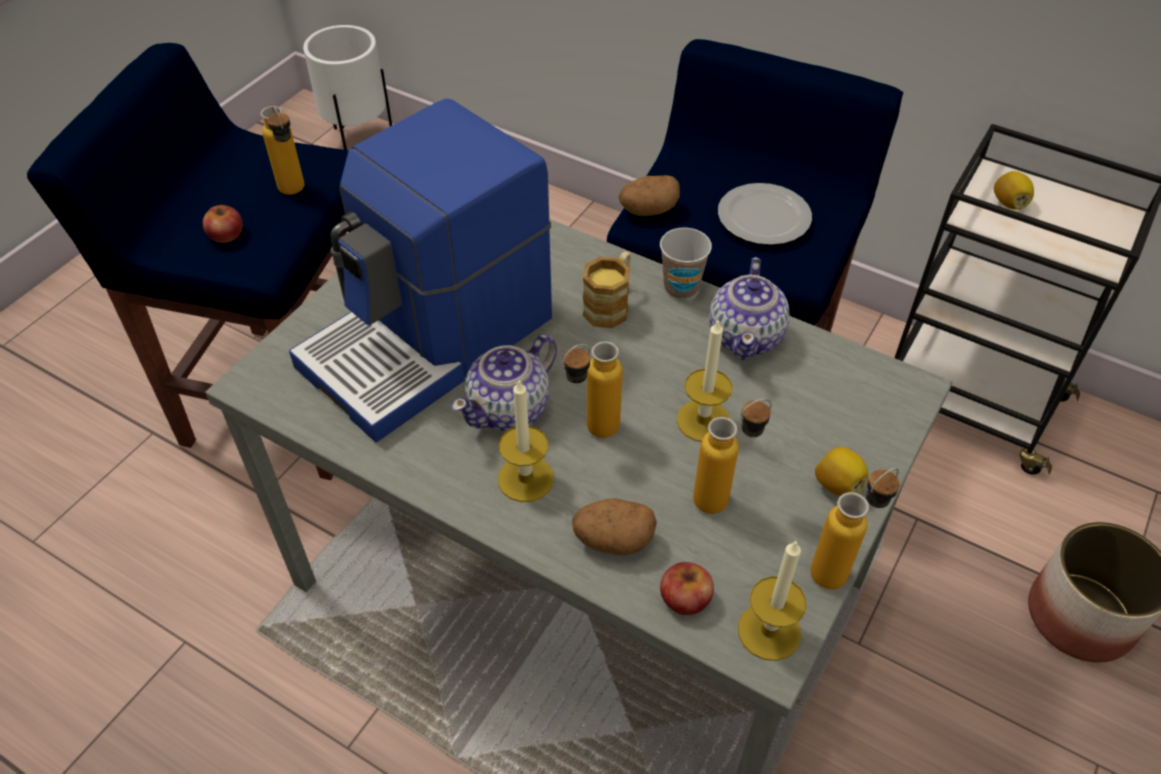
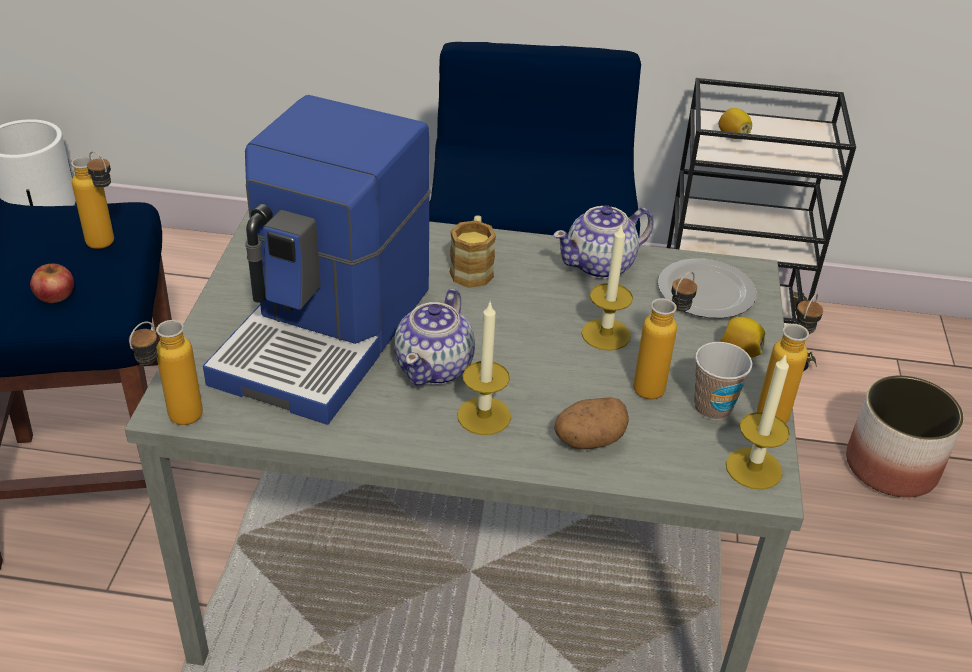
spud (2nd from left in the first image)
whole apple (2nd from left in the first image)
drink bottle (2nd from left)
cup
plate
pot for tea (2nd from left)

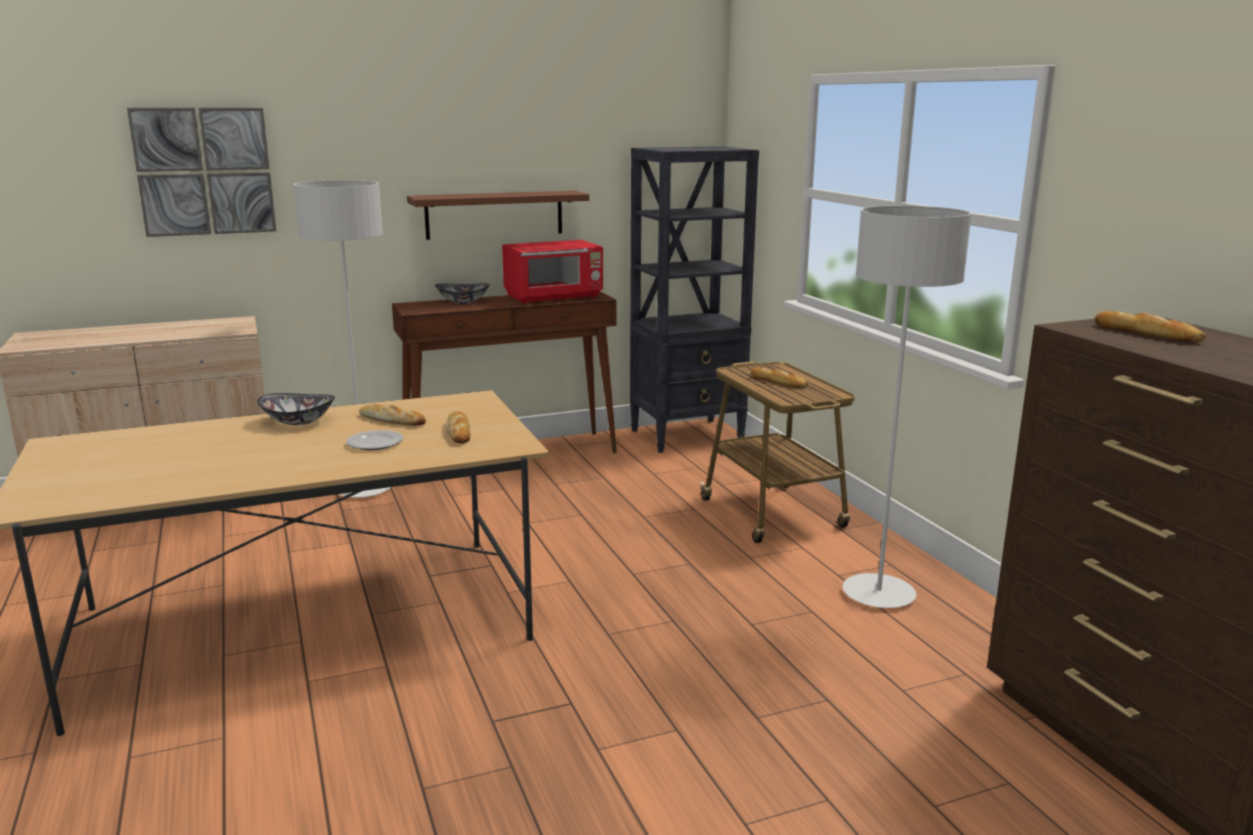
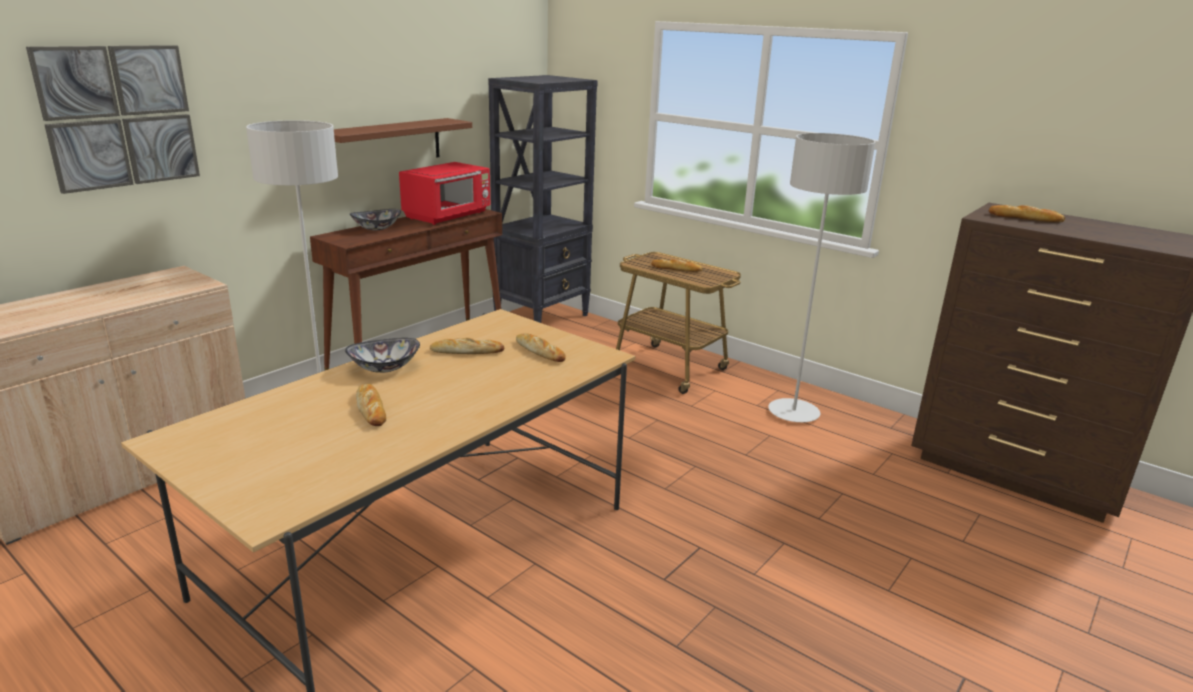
plate
baked bread (1st from left)

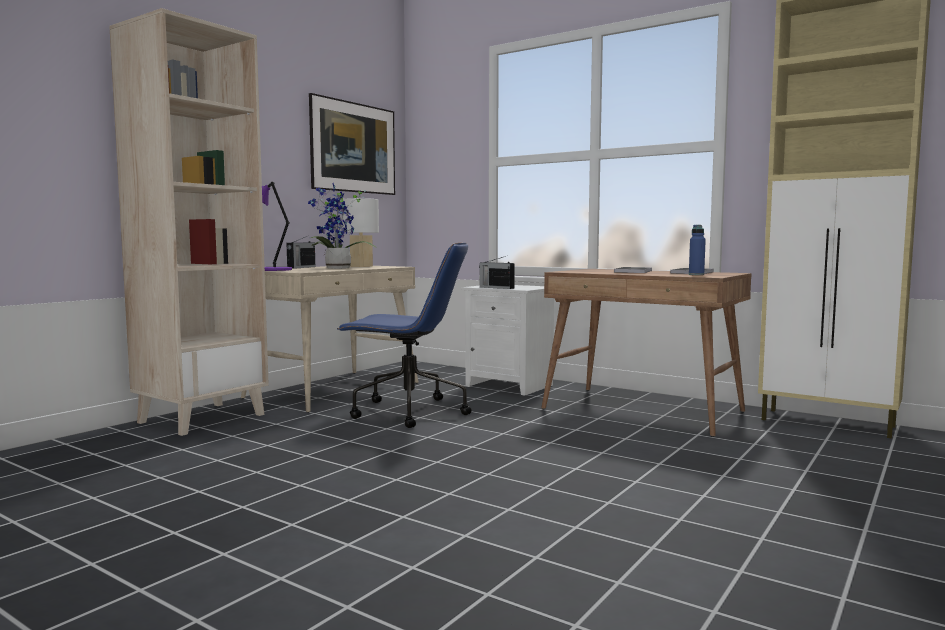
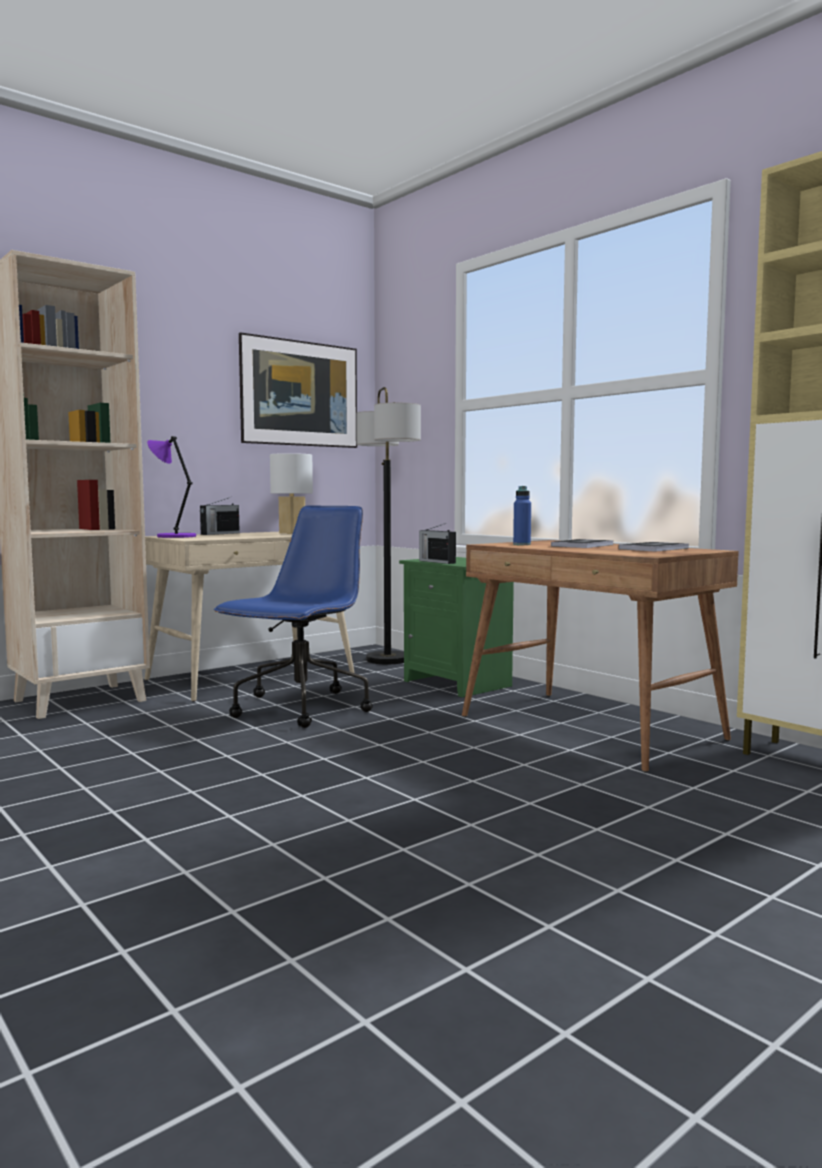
plant in a pot
standing lamp
drink bottle/blue-coloured
nightstand/green
desk chair/blue-coloured

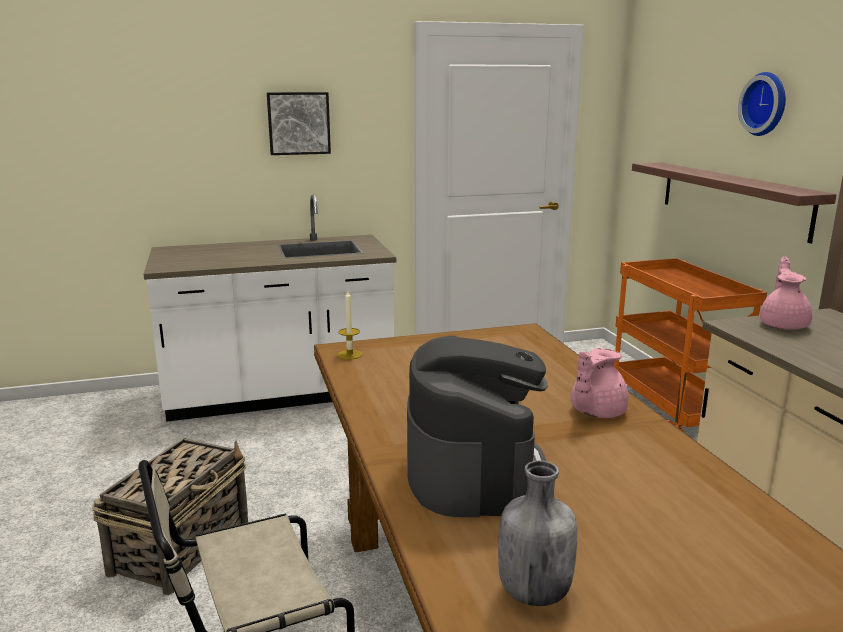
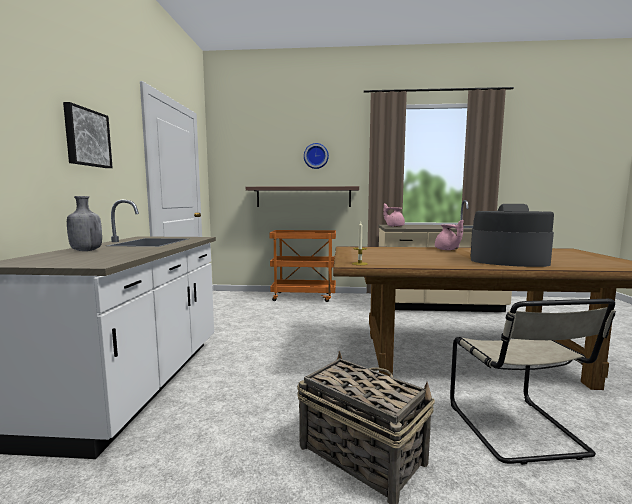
drink bottle/gray

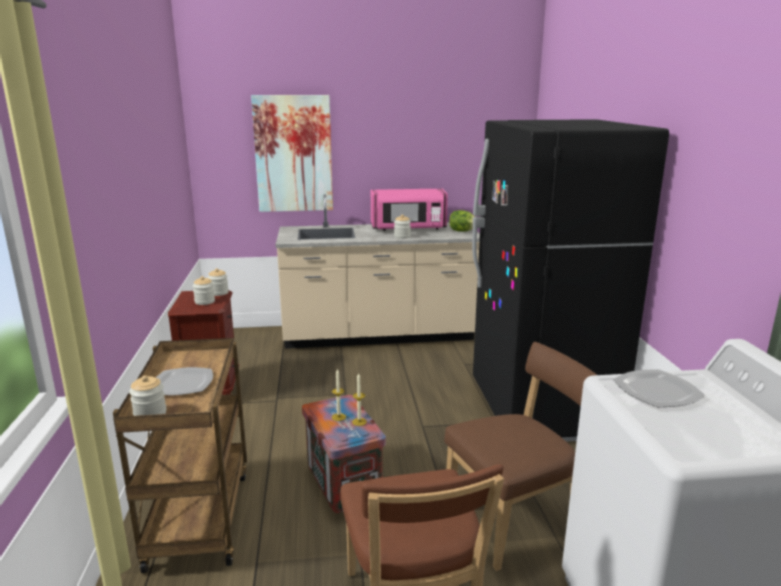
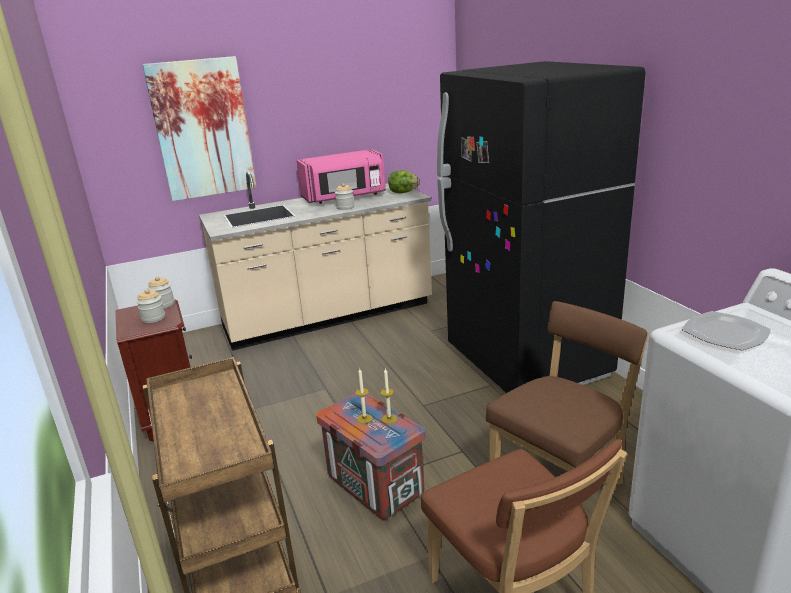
storage jar (1st from left in the first image)
plate (1st from left in the first image)

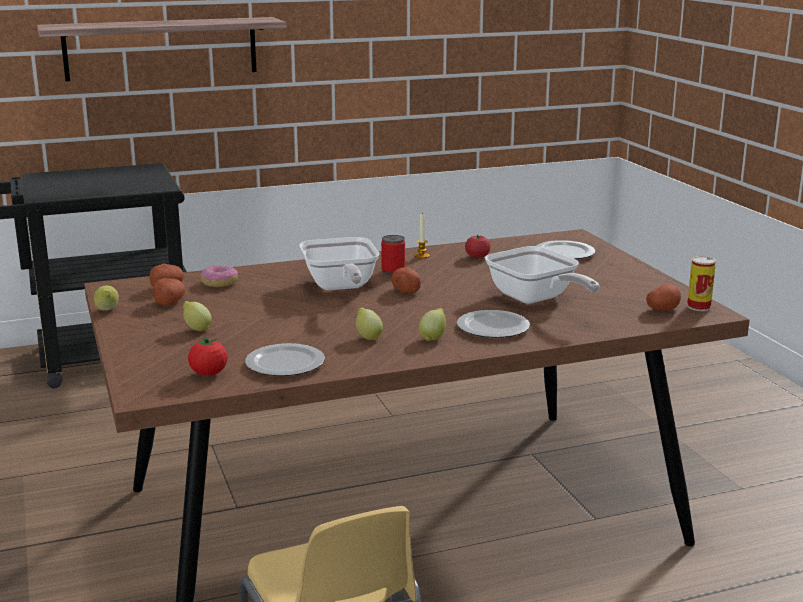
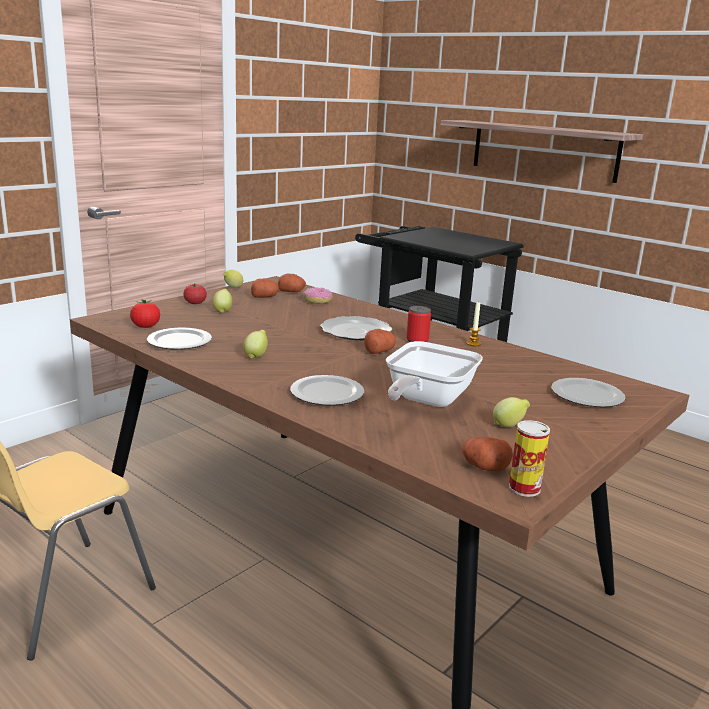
whole lemon (4th from left)
whole tomato (2nd from left)
plate (3rd from left)

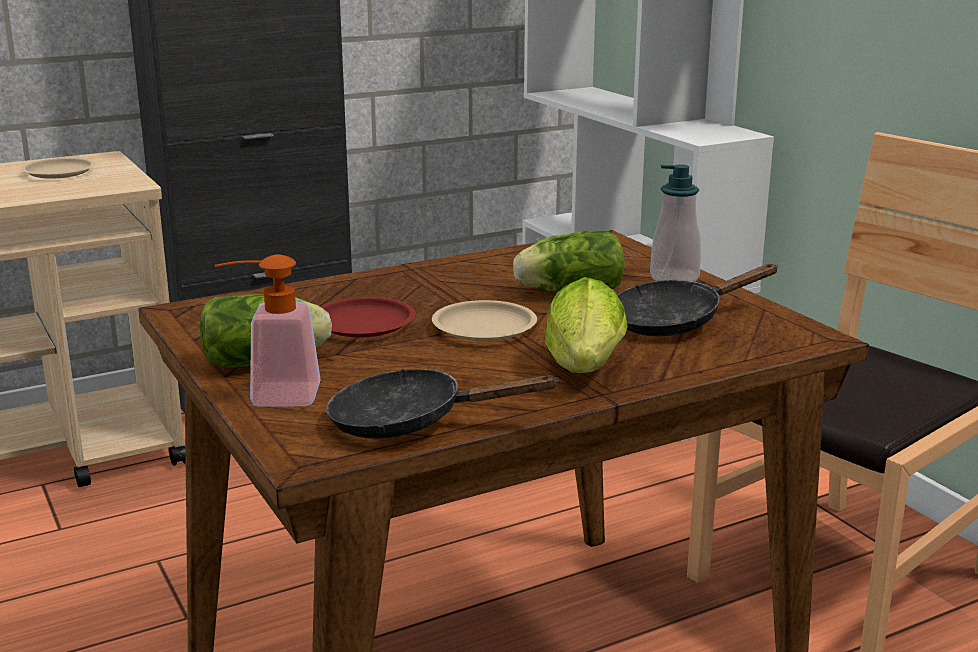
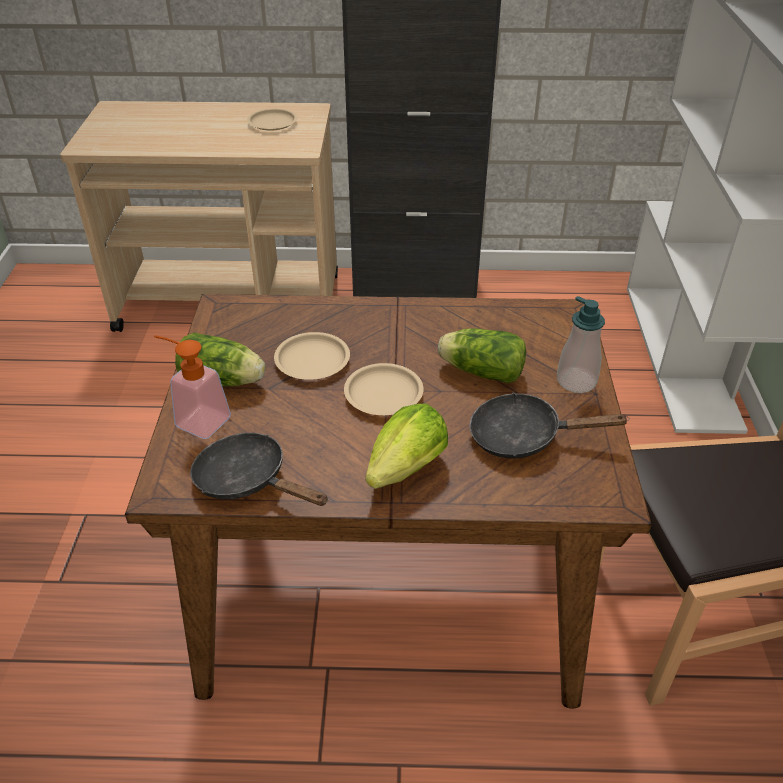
plate/beige-coloured (2nd from left)

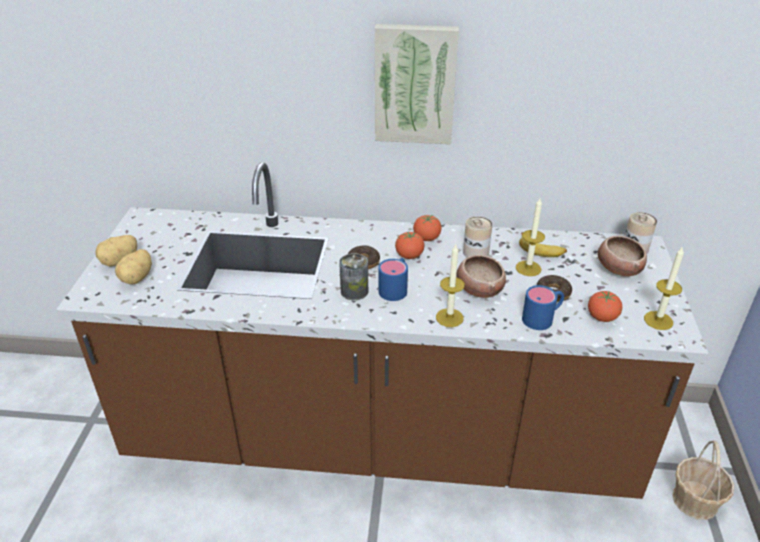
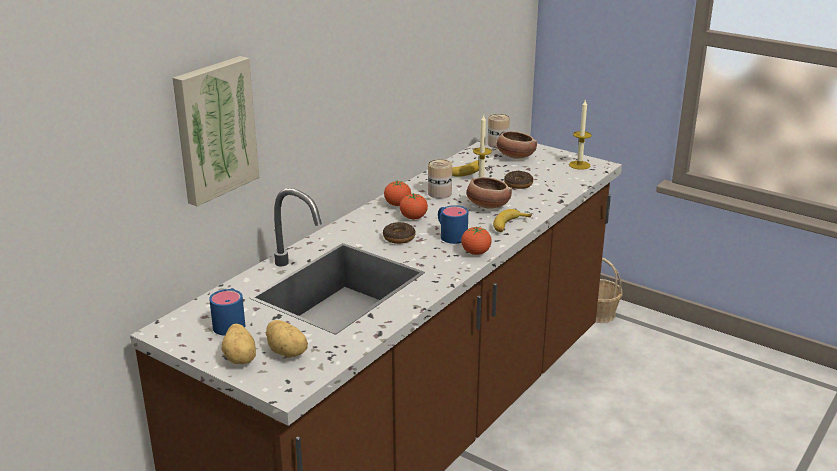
metal can (1st from left in the first image)
wall picture
mug/blue-coloured (1st from left)
whole tomato (3rd from left)
banana (2nd from left)

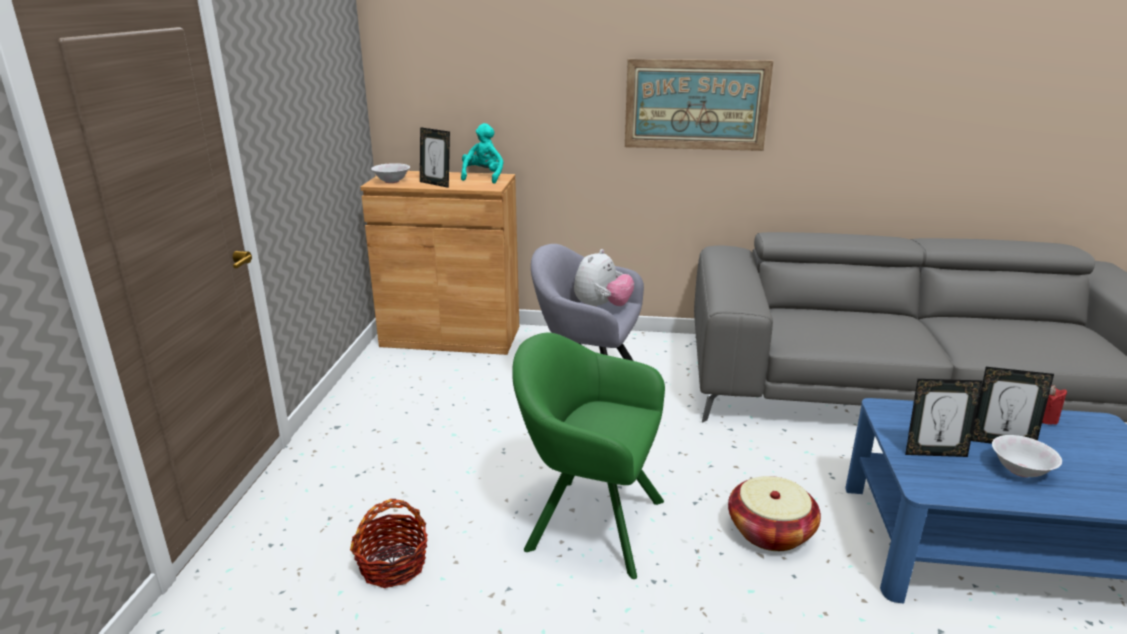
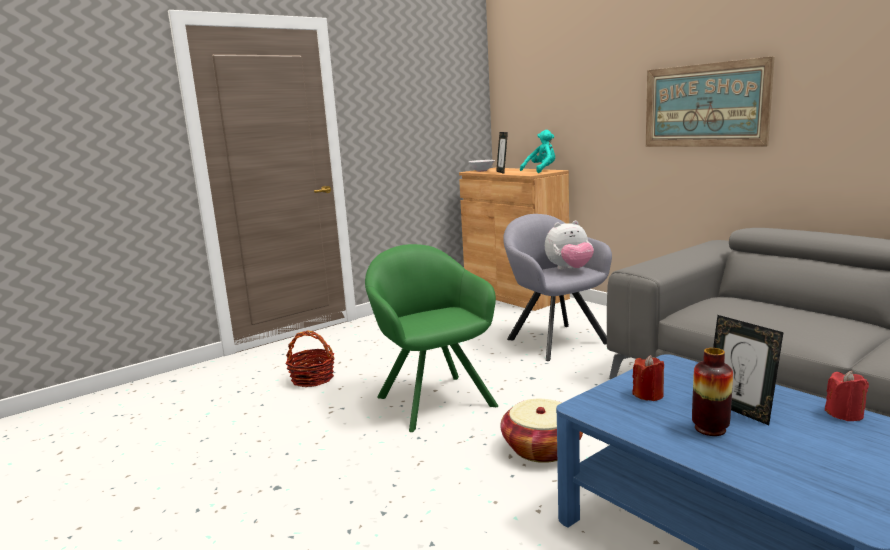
wax light/reddish (1st from left)
vase

